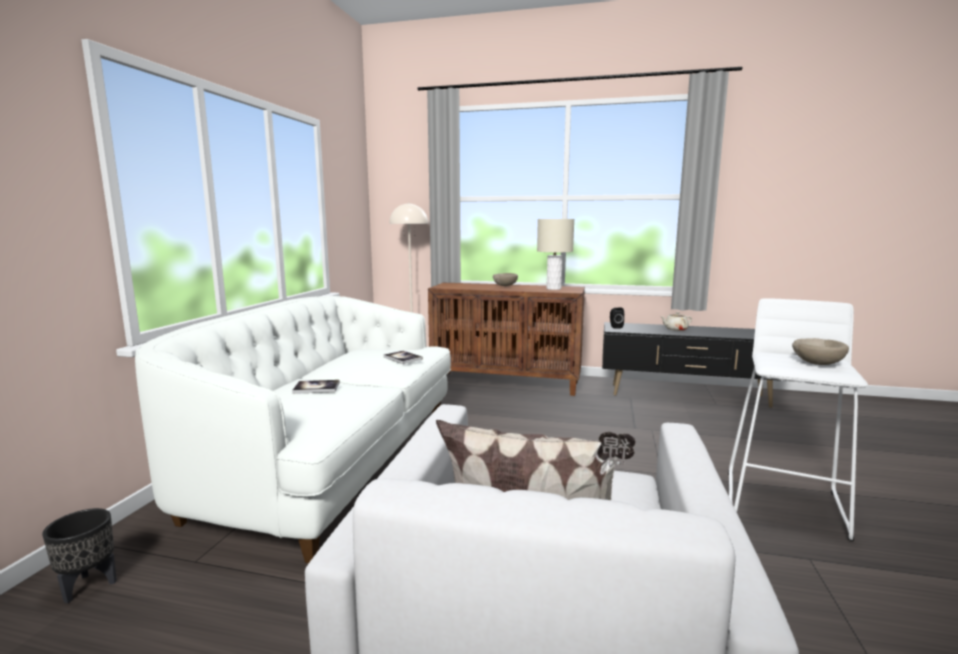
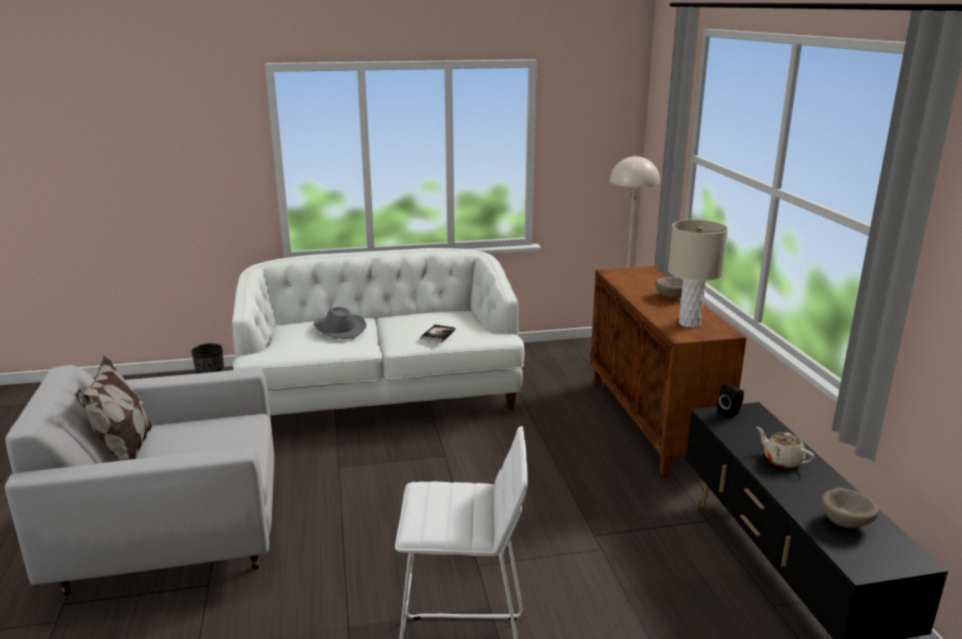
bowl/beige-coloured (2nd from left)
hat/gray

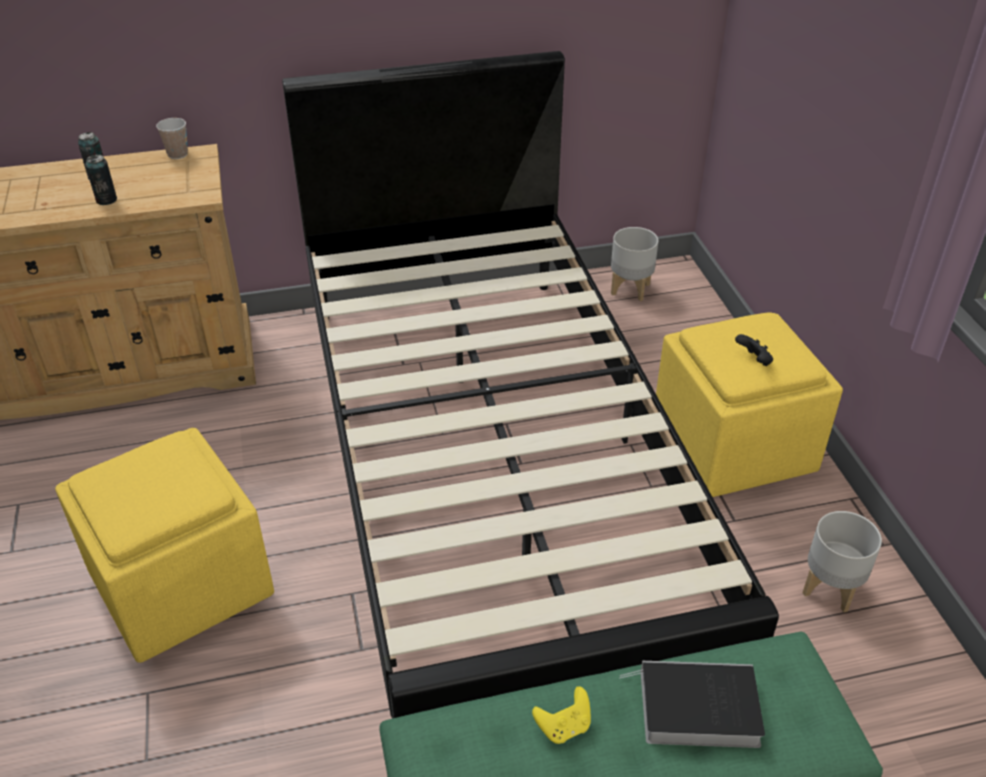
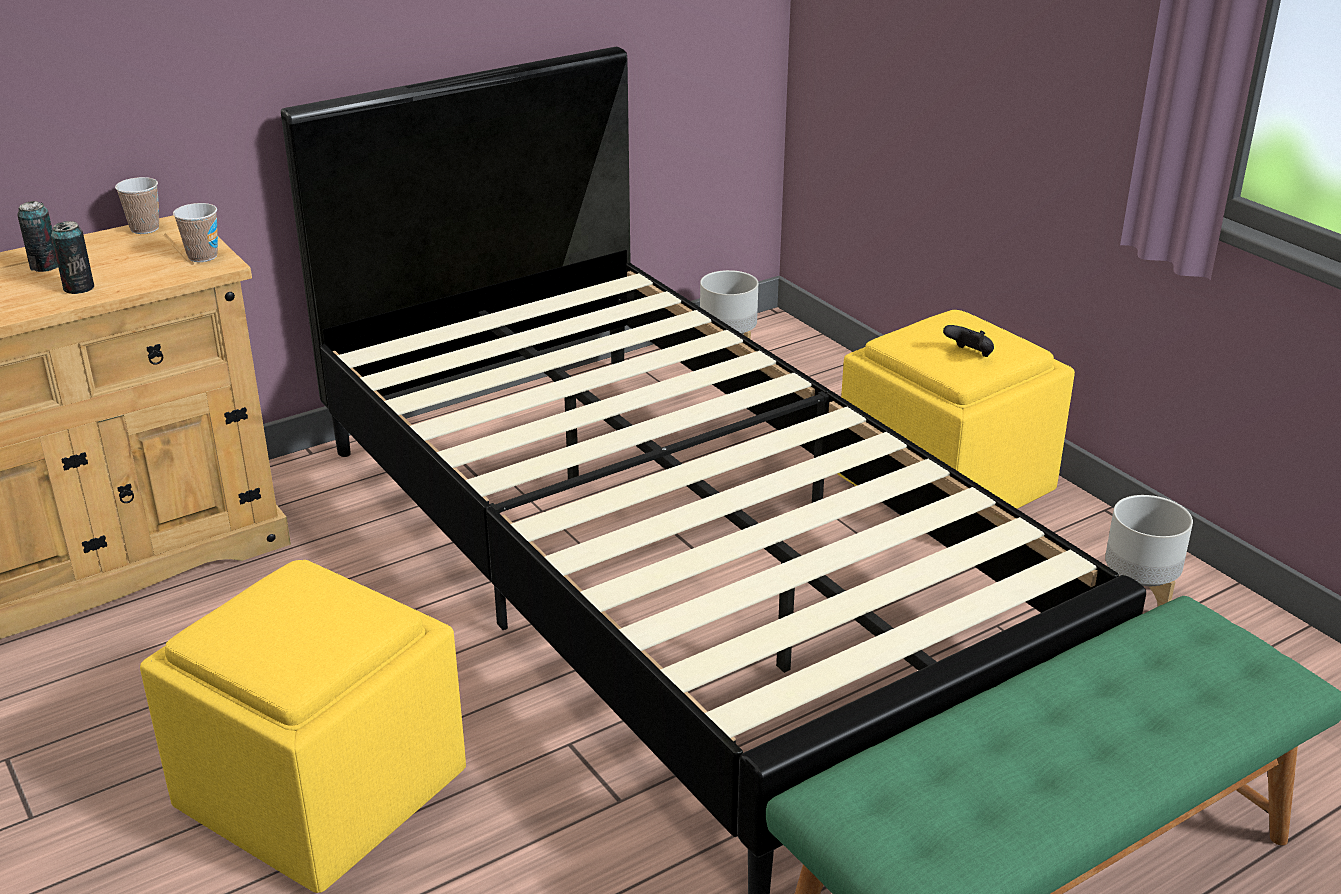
joypad/yellow
volume
cup (2nd from left)

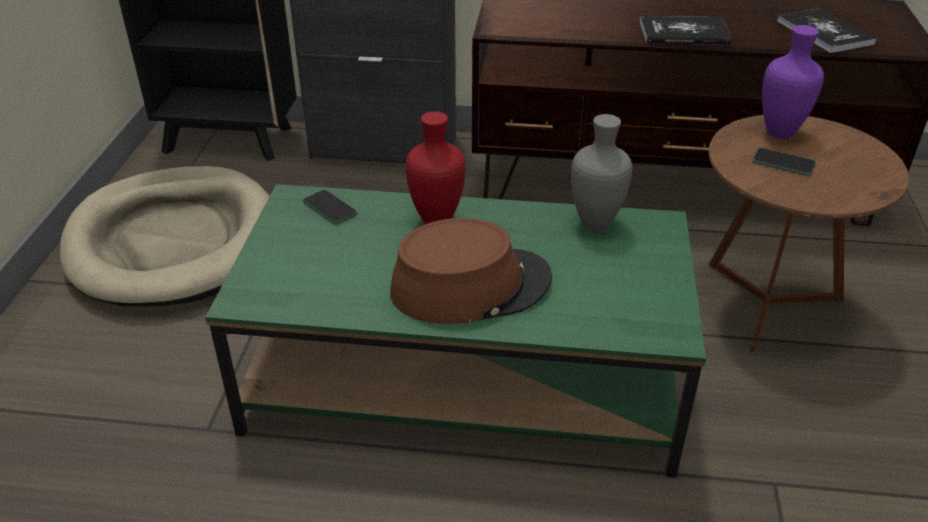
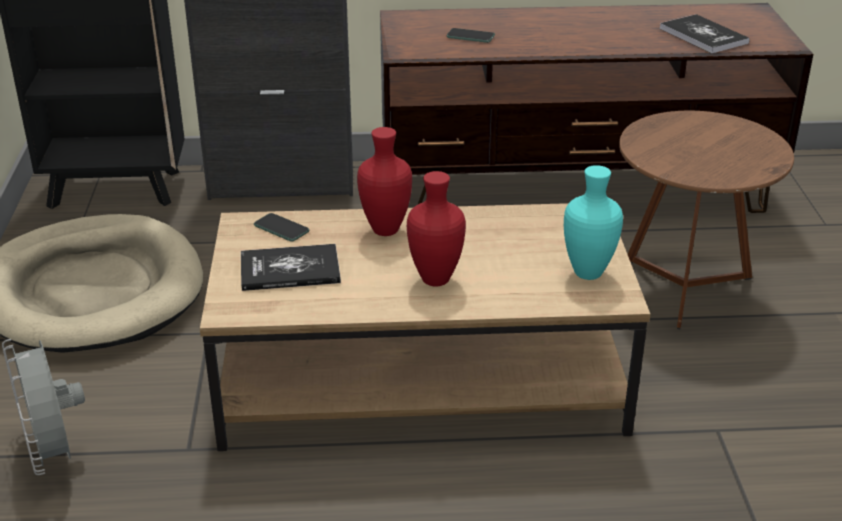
vase/gray
vase/purple
cooling fan/gray
vase/turquoise-coloured
volume (1st from left)
handset (2nd from left)
vase/reddish (2nd from left)
low table/brown-coloured

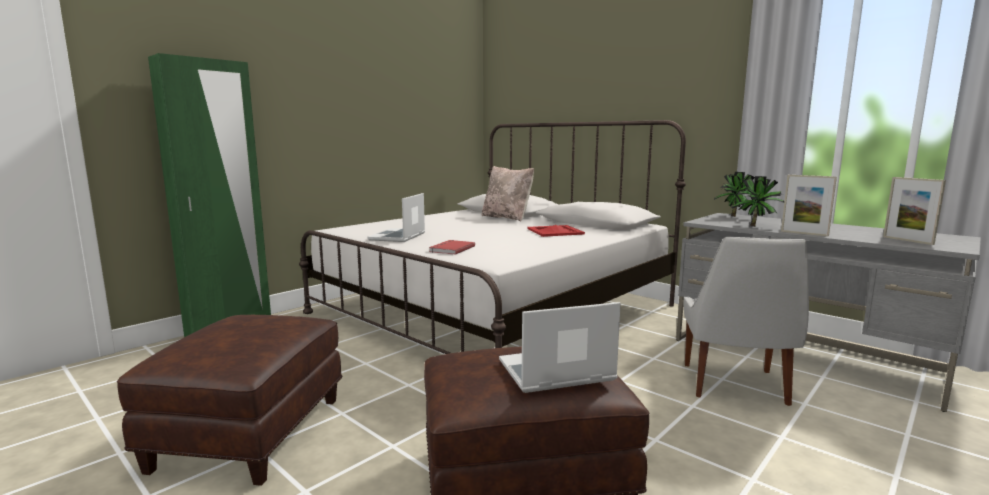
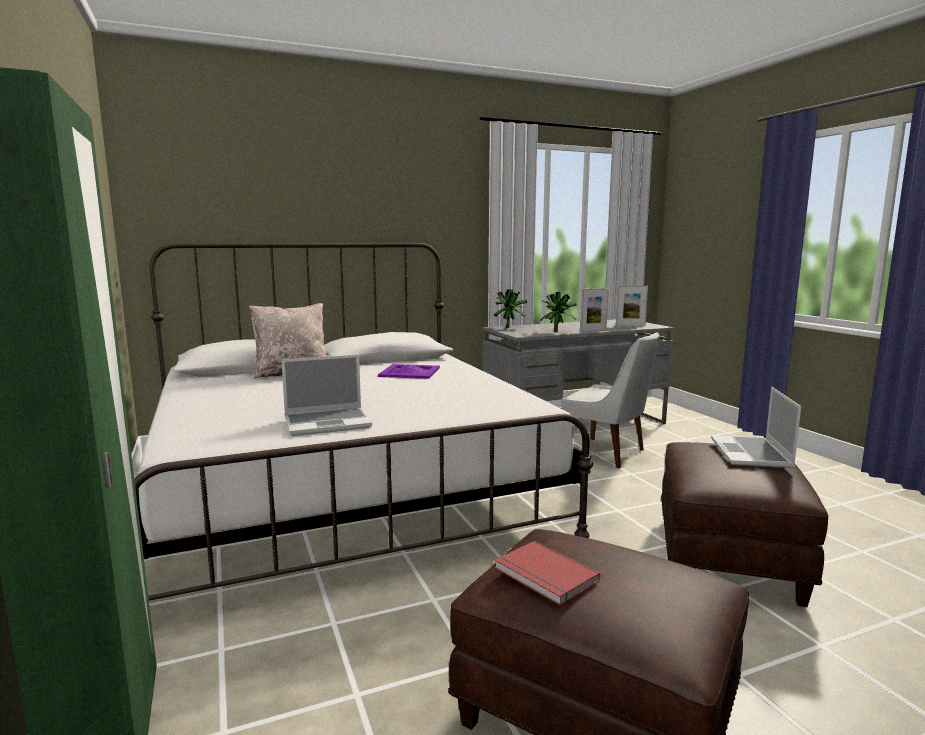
volume/reddish
carrying tray/purple
portable computer (1st from left)

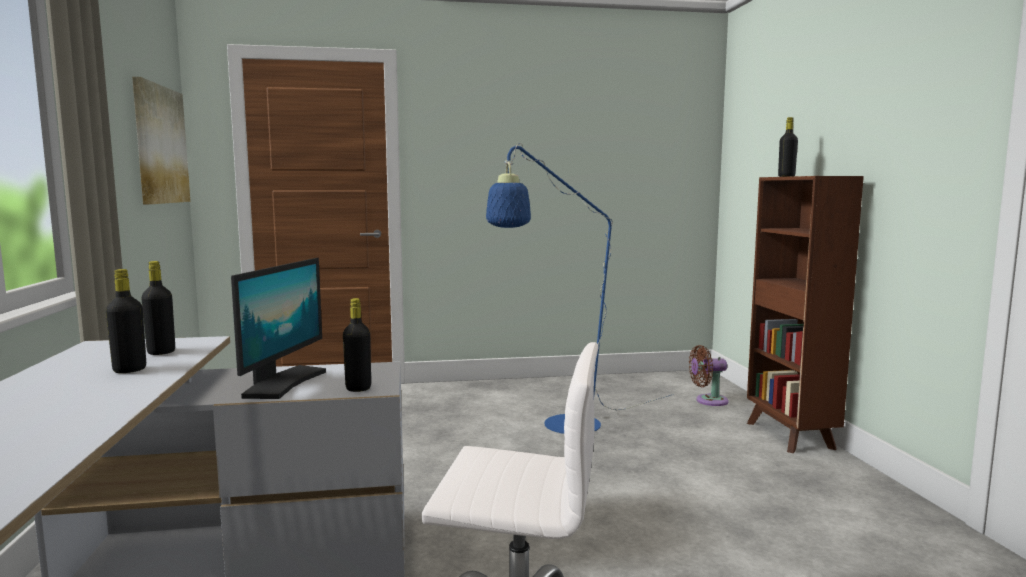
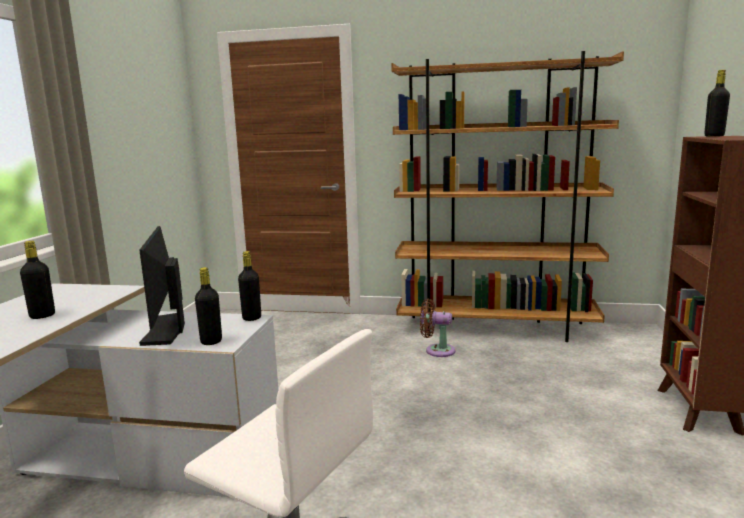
wall picture
standing lamp/blue-coloured
shelving unit/brown-coloured (1st from left)
drink bottle/black (3rd from left)
cooling fan/brown-coloured
monitor

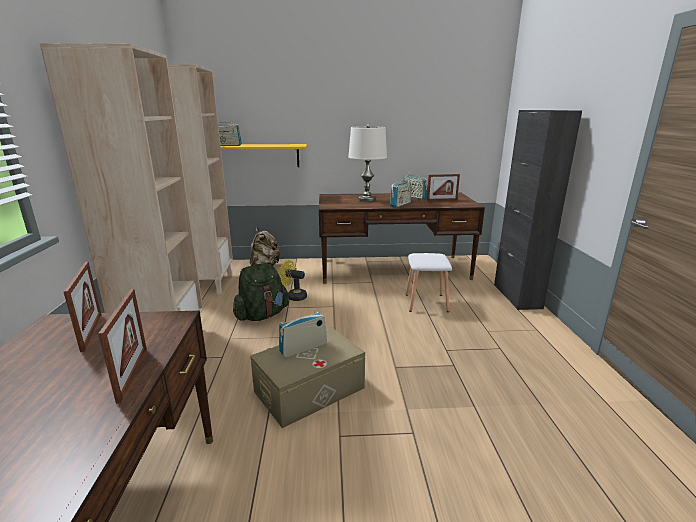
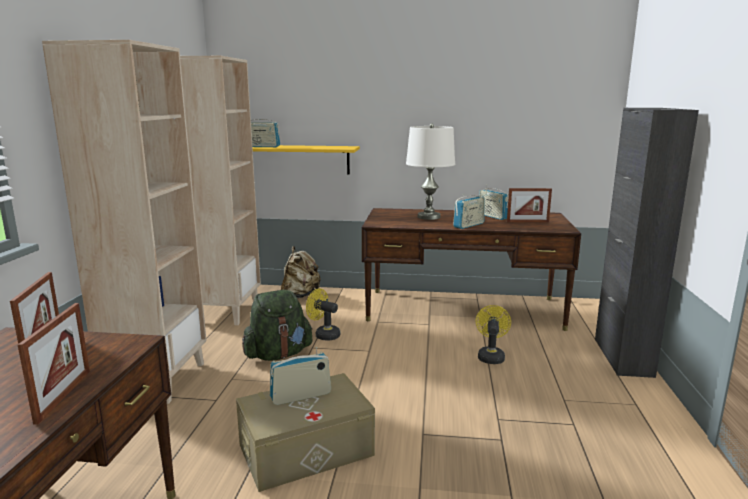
cooling fan/yellow (2nd from left)

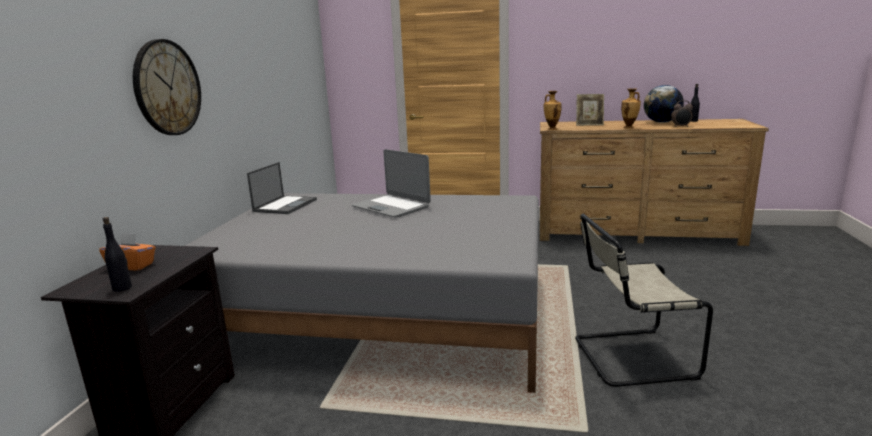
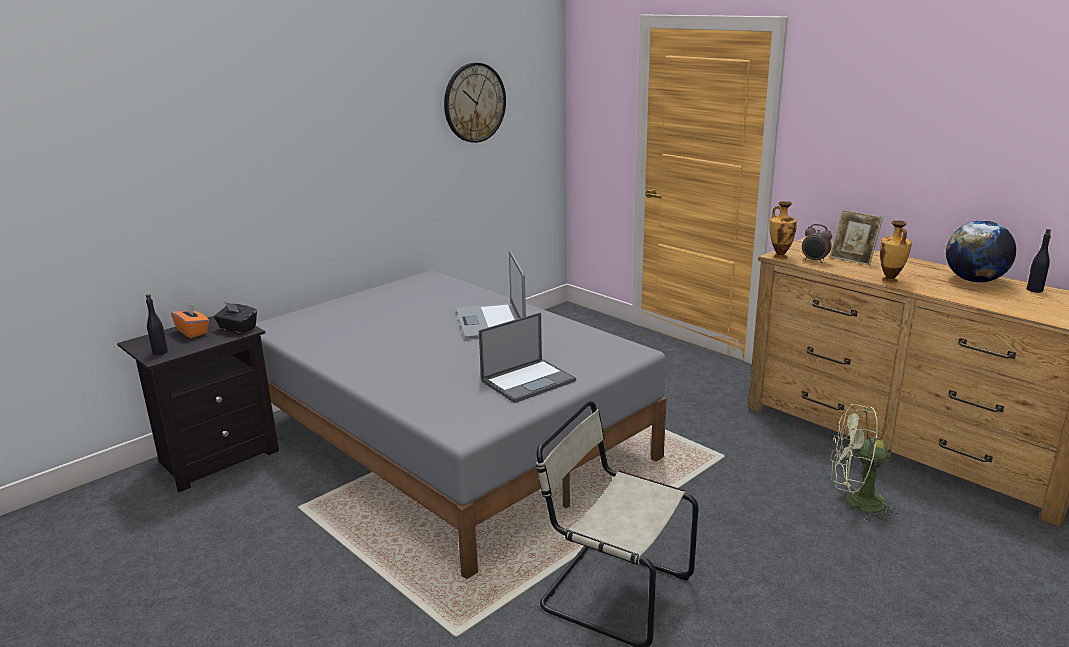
tissue box/black
cooling fan/green
clock on the wall
portable computer (2nd from left)
table clock

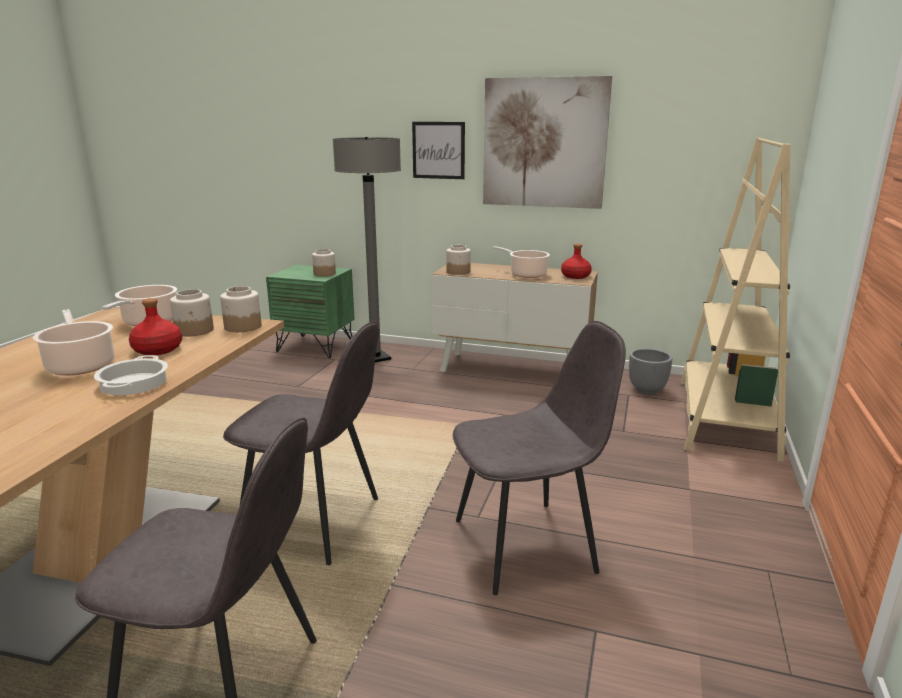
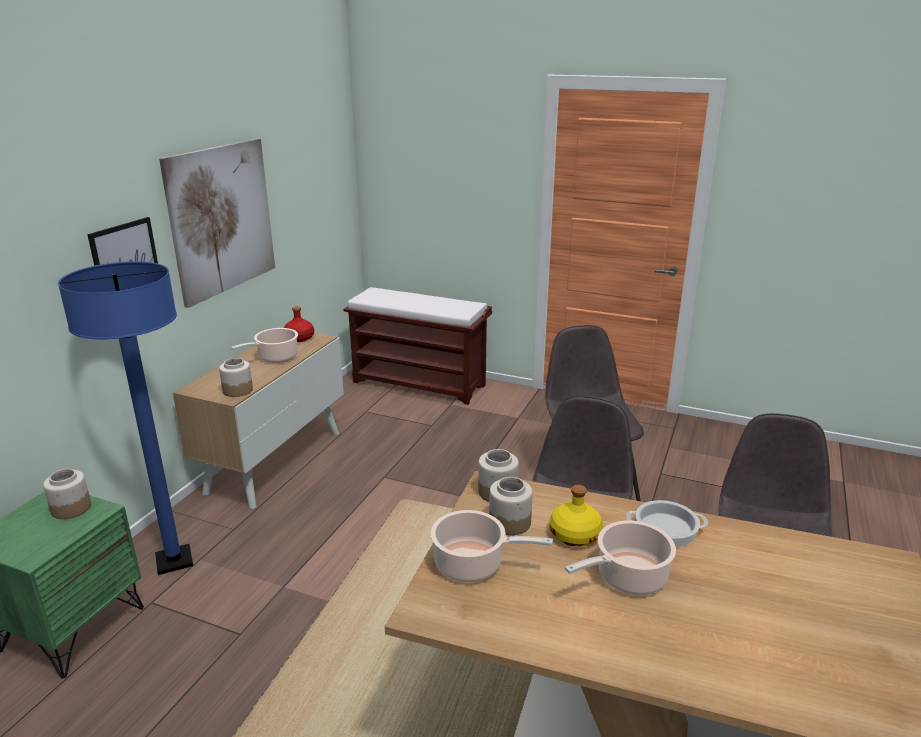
planter/gray
bench/brown-coloured
drink bottle/yellow
standing lamp/blue-coloured

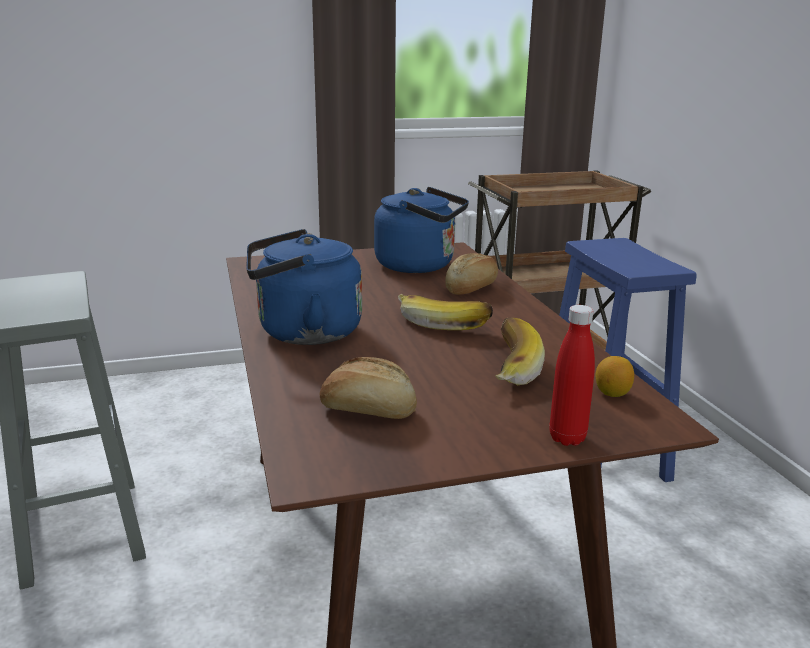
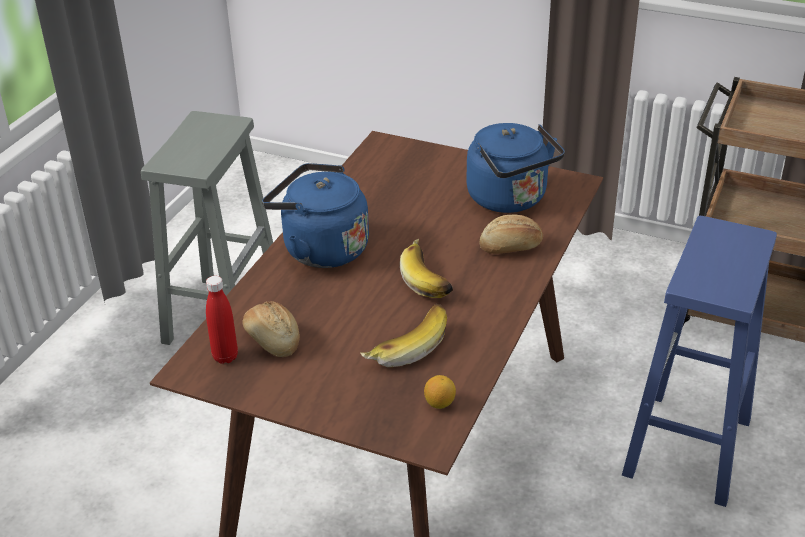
drink bottle/reddish

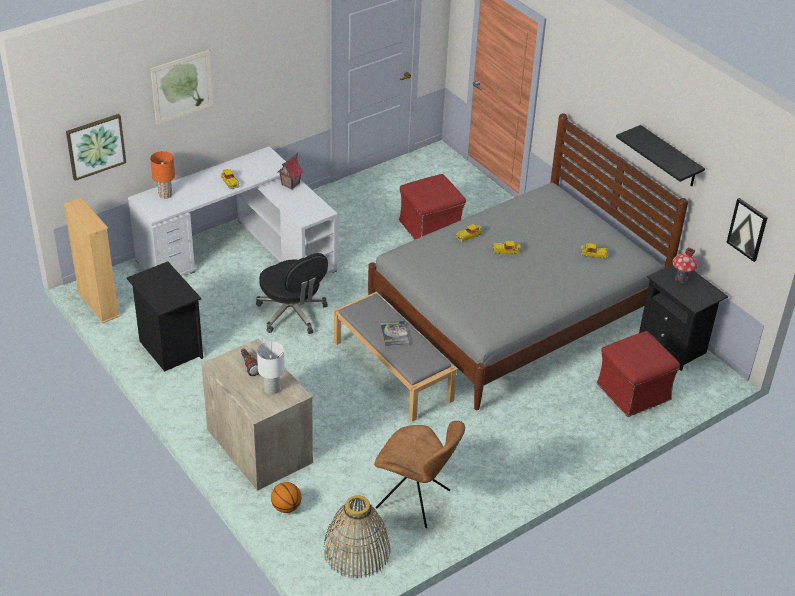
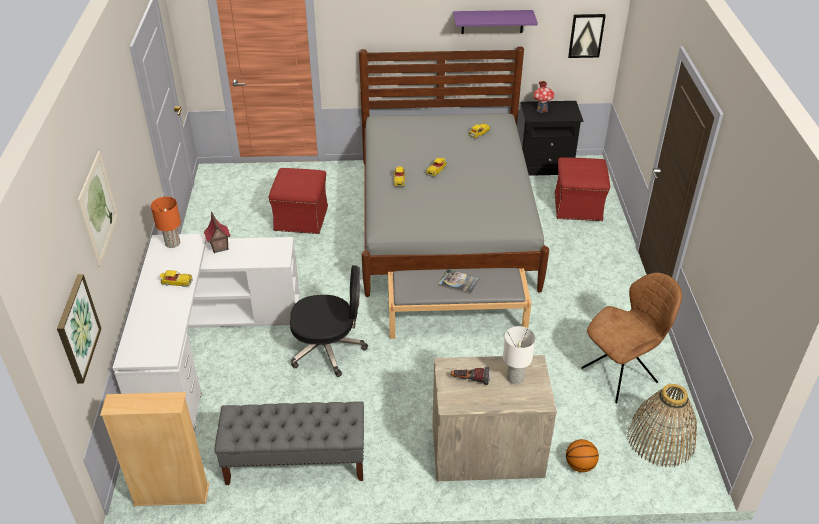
table lamp/orange
bench/gray (1st from left)
bracket shelf/purple

